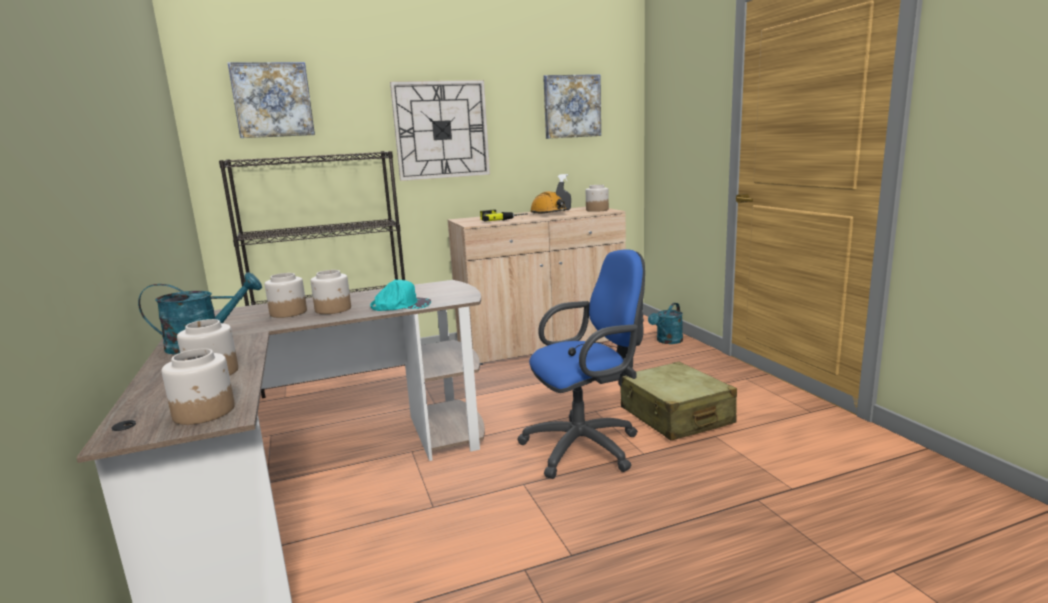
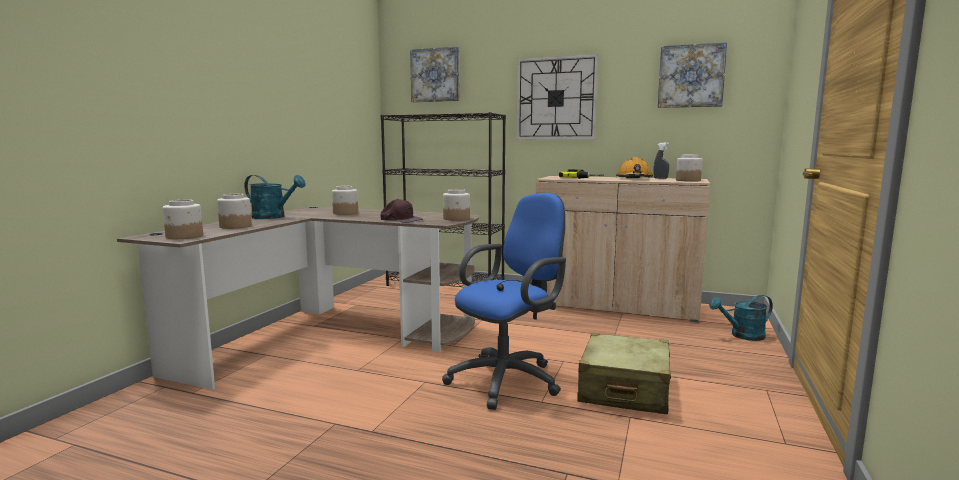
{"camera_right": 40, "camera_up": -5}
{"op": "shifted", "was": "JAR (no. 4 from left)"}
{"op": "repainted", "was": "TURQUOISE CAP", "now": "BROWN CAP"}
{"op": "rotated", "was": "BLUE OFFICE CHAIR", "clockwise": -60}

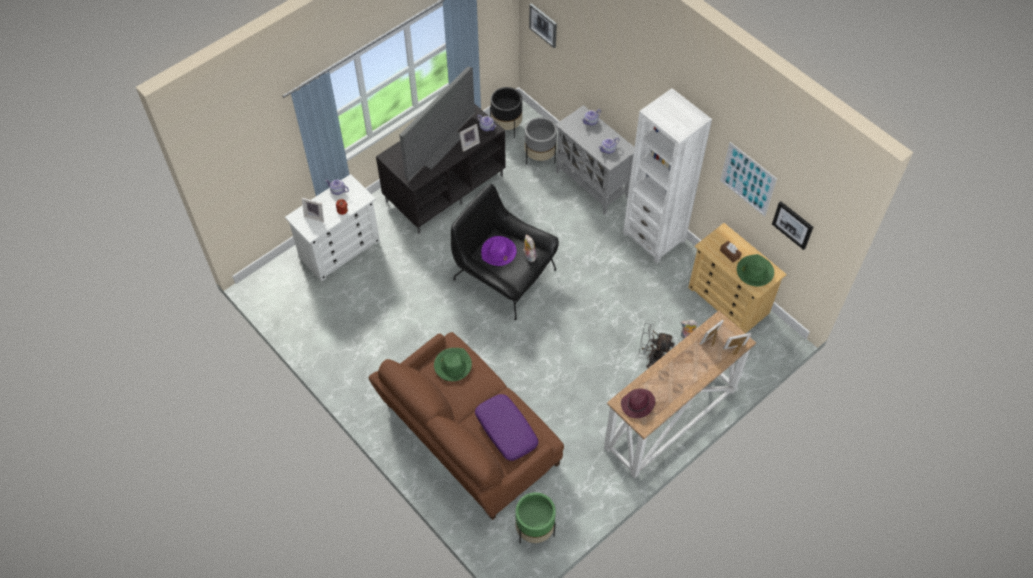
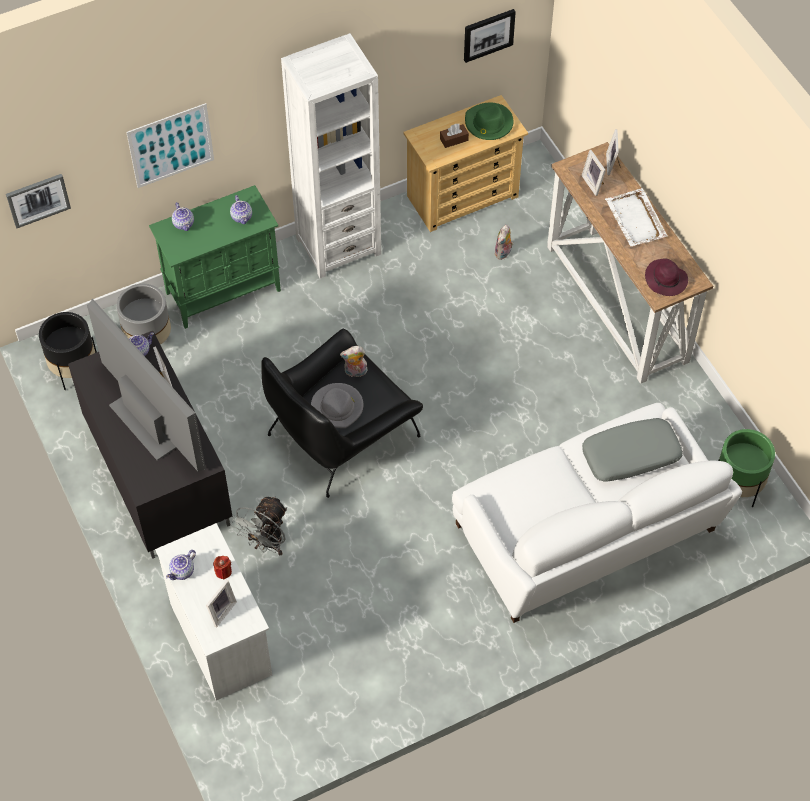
{"camera_right": -75, "camera_up": 0}
{"op": "repainted", "was": "BROWN SOFA", "now": "WHITE SOFA"}
{"op": "gone", "was": "GREEN HAT (no. 1 from left)"}
{"op": "repainted", "was": "PURPLE PILLOW", "now": "GREY PILLOW"}
{"op": "repainted", "was": "PURPLE HAT (no. 1 from left)", "now": "GREY HAT"}
{"op": "repainted", "was": "GREY CABINET", "now": "GREEN CABINET"}
{"op": "shifted", "was": "GREY FAN"}
{"op": "shifted", "was": "PICTURE (no. 2 from left)"}
{"op": "new", "now": "WHITE TRAY"}

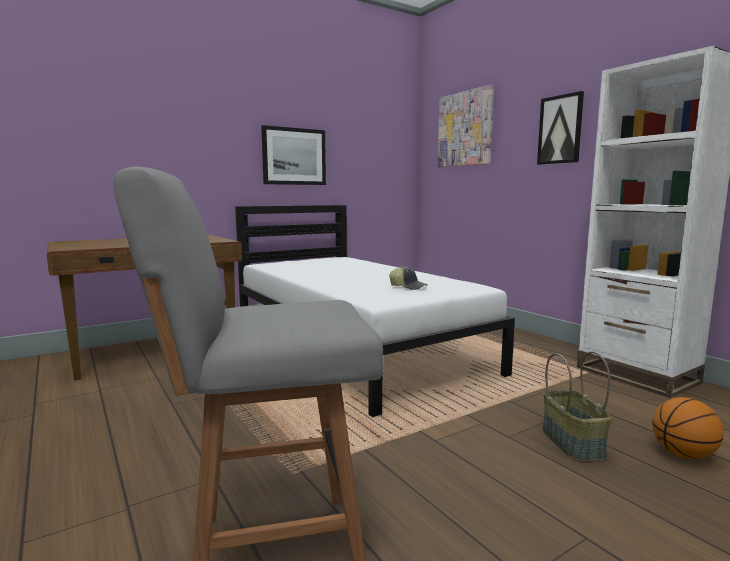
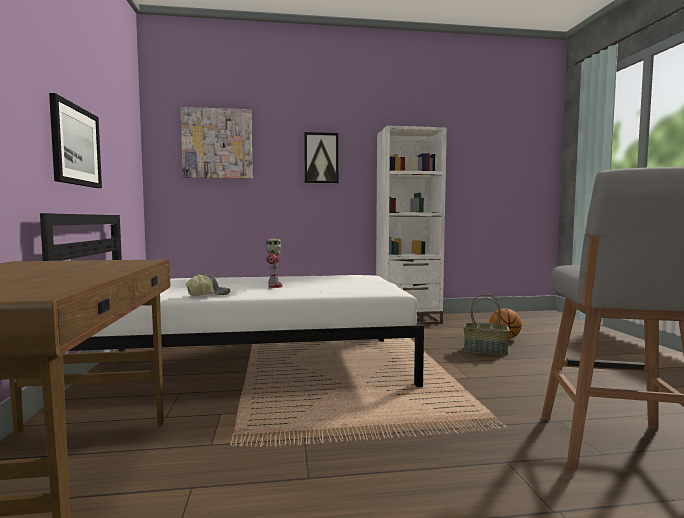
{"camera_right": -65, "camera_up": -5}
{"op": "shifted", "was": "CAP"}
{"op": "new", "now": "TOY ROBOT"}

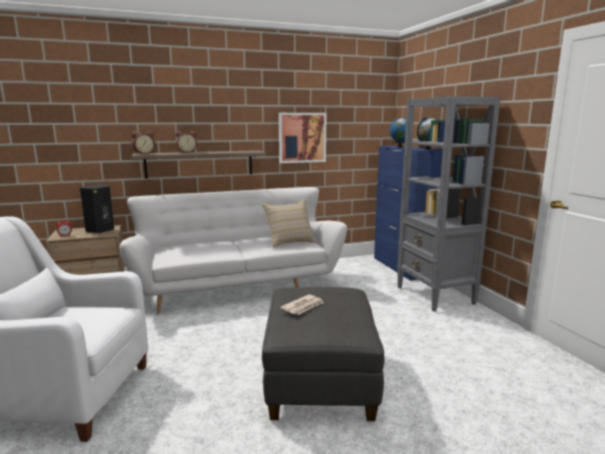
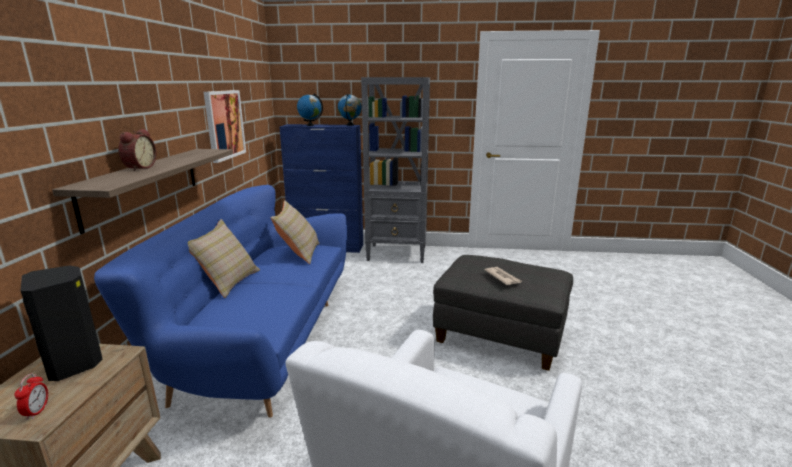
{"camera_right": -65, "camera_up": 5}
{"op": "repainted", "was": "WHITE SOFA", "now": "BLUE SOFA"}
{"op": "gone", "was": "ALARM CLOCK (no. 2 from left)"}
{"op": "new", "now": "BEIGE PILLOW (no. 1 from left)"}

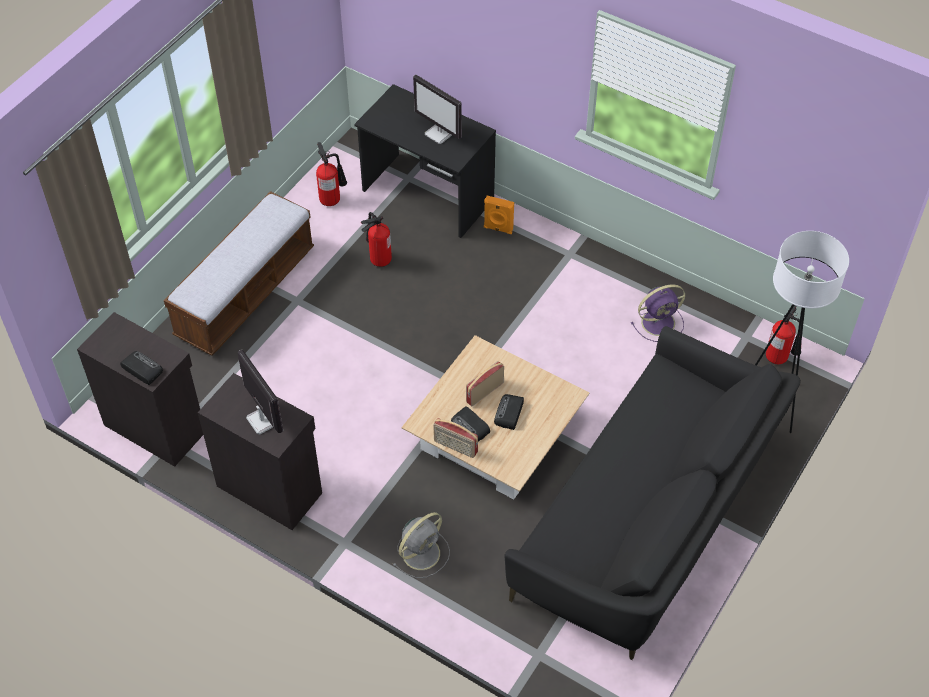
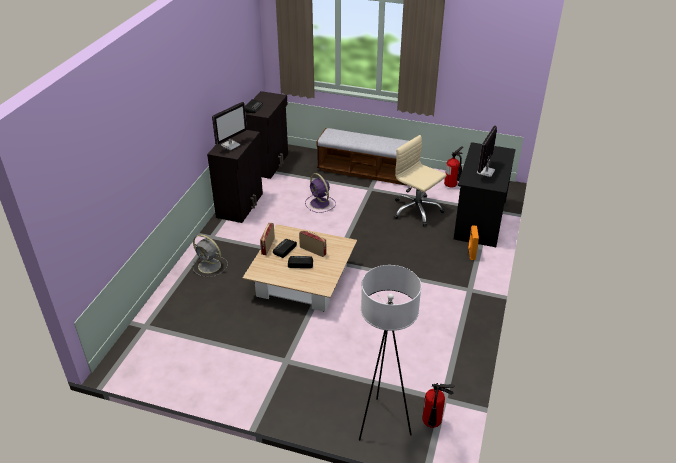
{"camera_right": 75, "camera_up": -15}
{"op": "swapped", "was": "FIRE EXTINGUISHER (no. 2 from left)", "now": "BEIGE OFFICE CHAIR"}
{"op": "gone", "was": "BLACK SOFA"}
{"op": "shifted", "was": "PURPLE FAN"}

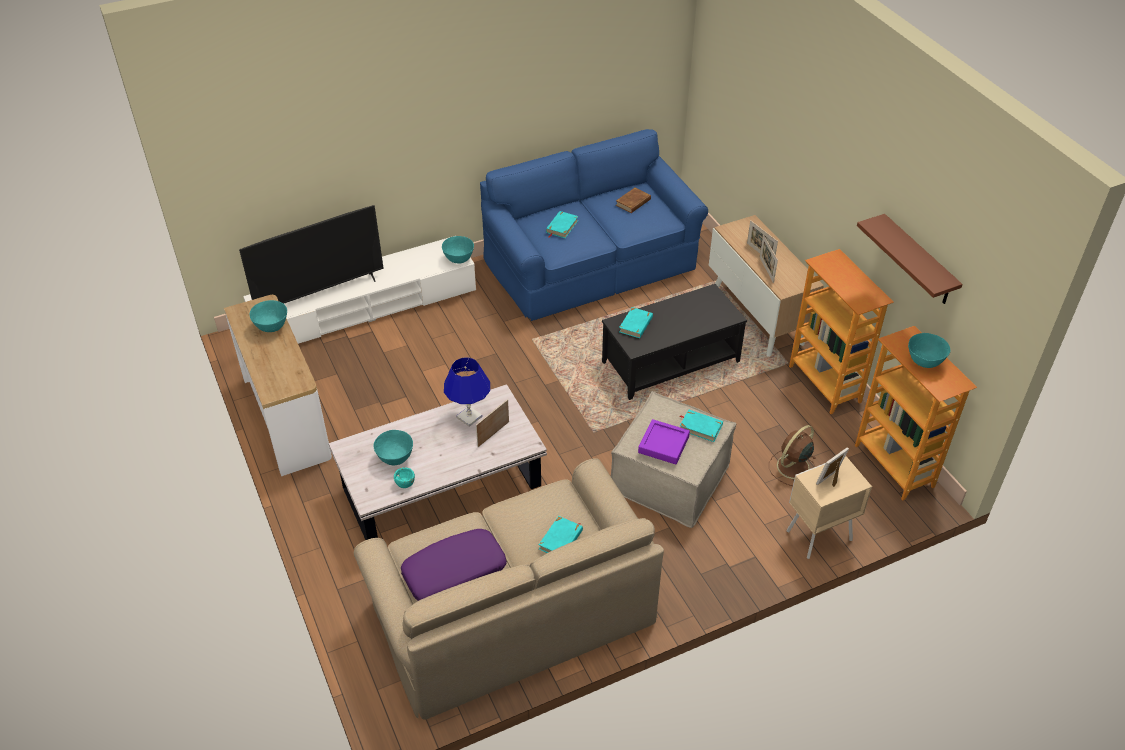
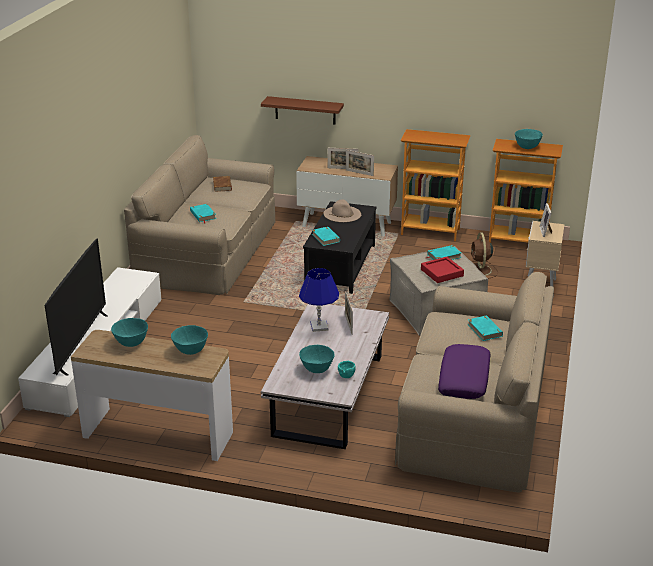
{"camera_right": -50, "camera_up": -15}
{"op": "shifted", "was": "TURQUOISE BOWL (no. 4 from left in the first image)", "now": "TURQUOISE BOWL (no. 2 from left)"}
{"op": "repainted", "was": "BLUE SOFA", "now": "BEIGE SOFA (no. 1 from left)"}
{"op": "repainted", "was": "PURPLE TRAY", "now": "RED TRAY"}
{"op": "shifted", "was": "BROWN SHELF"}
{"op": "new", "now": "BEIGE HAT"}

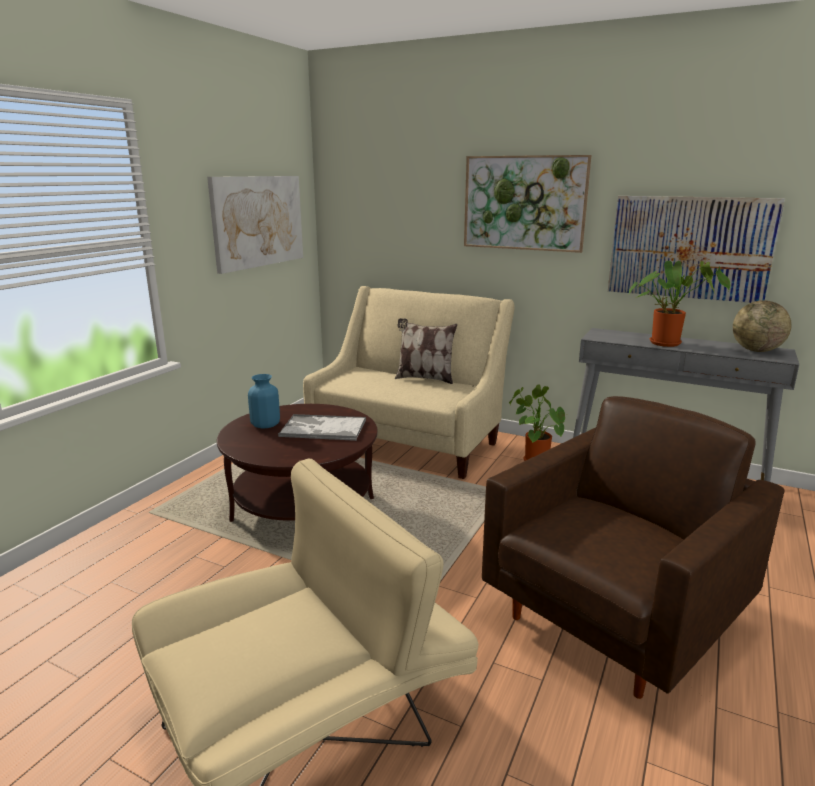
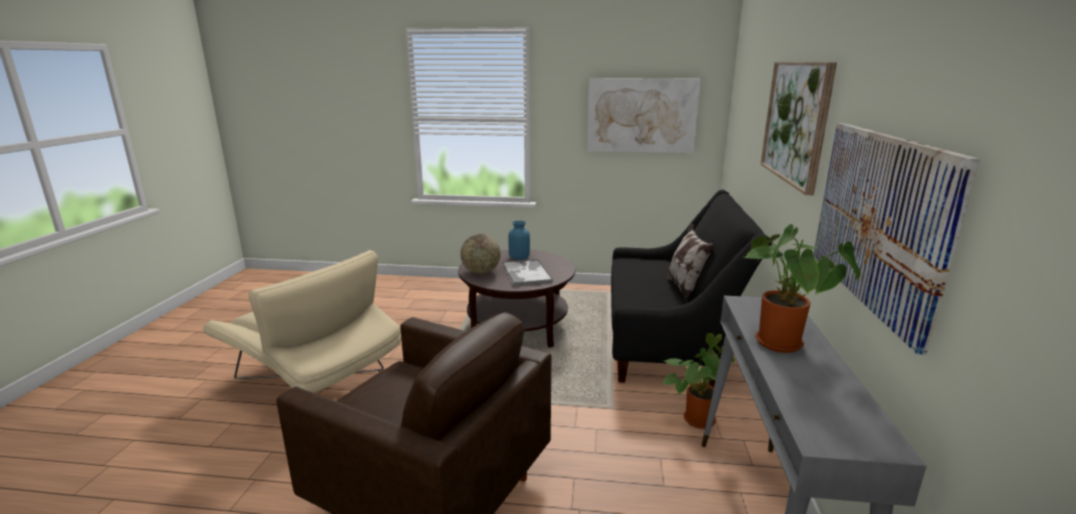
{"camera_right": 70, "camera_up": 0}
{"op": "repainted", "was": "BEIGE SOFA", "now": "BLACK SOFA"}
{"op": "shifted", "was": "GLOBE"}

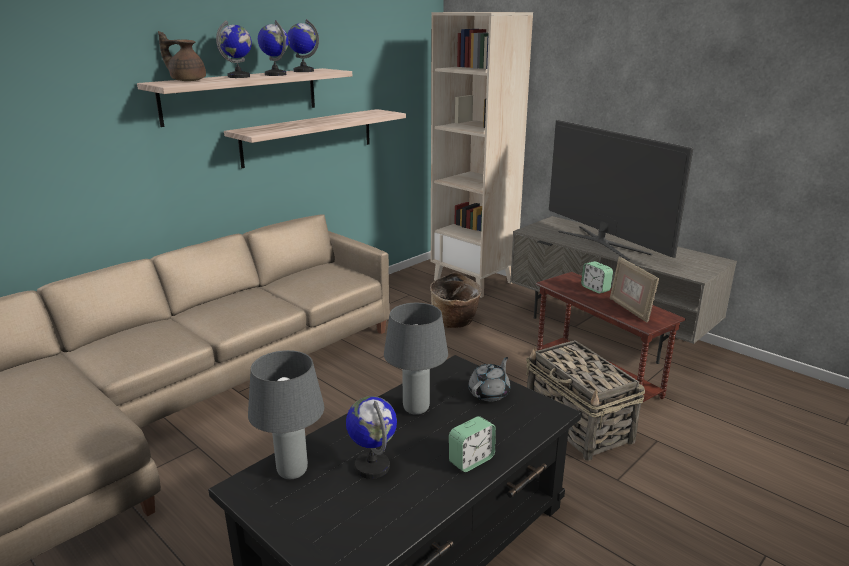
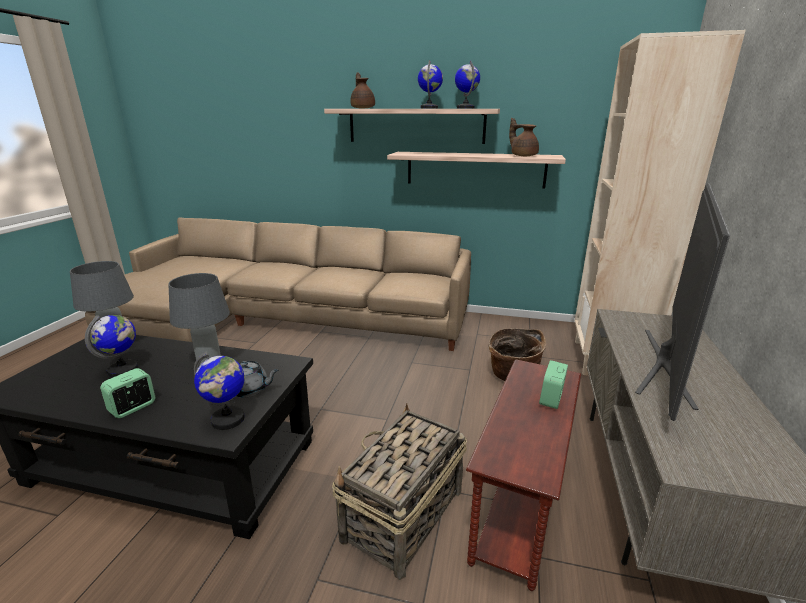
{"camera_right": 60, "camera_up": 0}
{"op": "shifted", "was": "GLOBE (no. 1 from left in the first image)", "now": "GLOBE (no. 2 from left)"}
{"op": "rotated", "was": "ALARM CLOCK (no. 1 from left)", "clockwise": 105}
{"op": "gone", "was": "PICTURE FRAME"}
{"op": "new", "now": "BROWN TEAPOT (no. 2 from left)"}

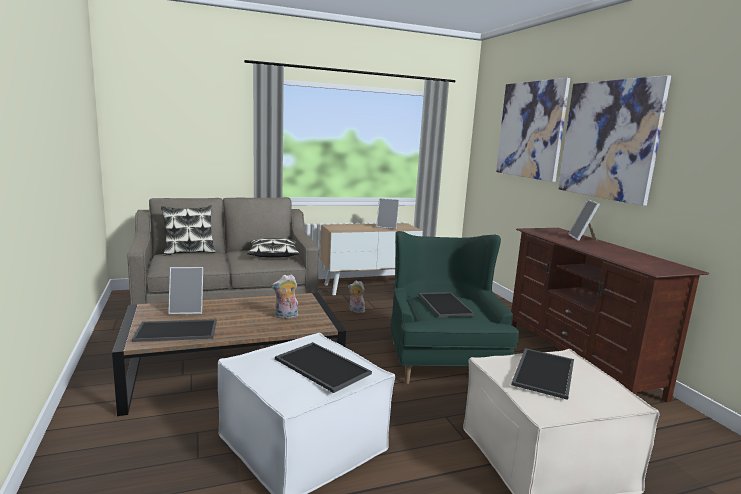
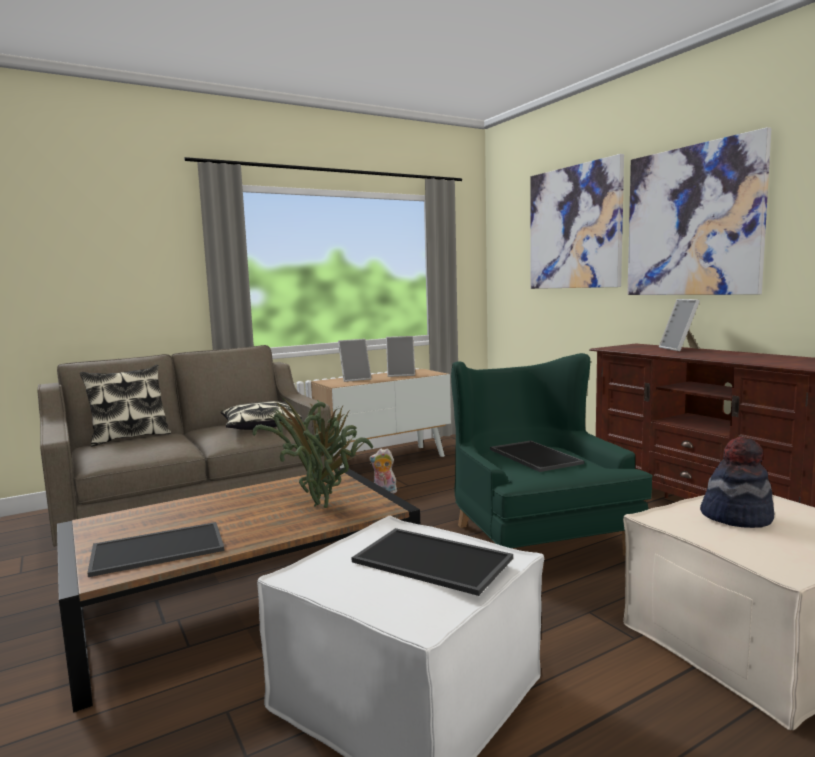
{"camera_right": -10, "camera_up": -5}
{"op": "shifted", "was": "PICTURE FRAME (no. 1 from left)"}
{"op": "swapped", "was": "PLUSH TOY (no. 1 from left)", "now": "POTTED PLANT"}
{"op": "swapped", "was": "TRAY (no. 4 from left)", "now": "HAT"}

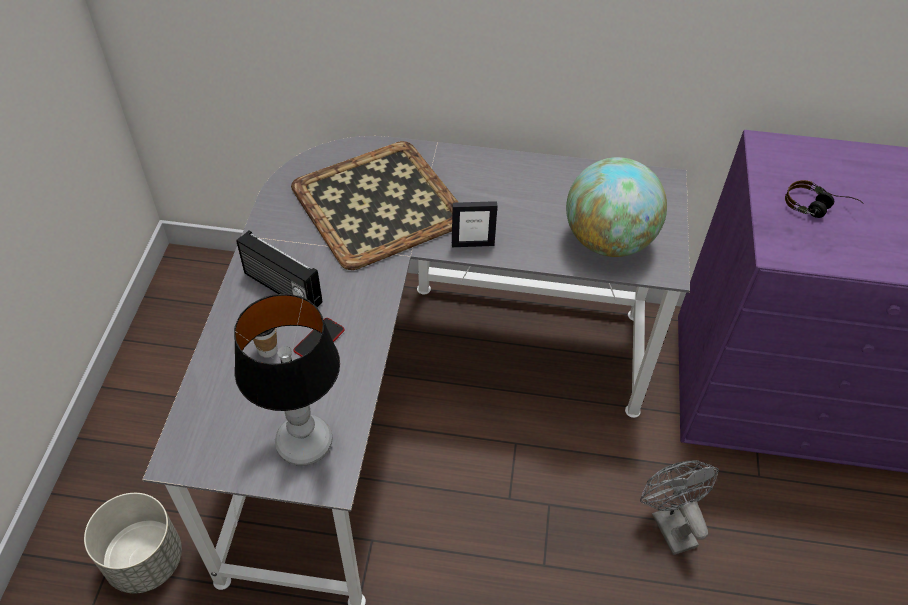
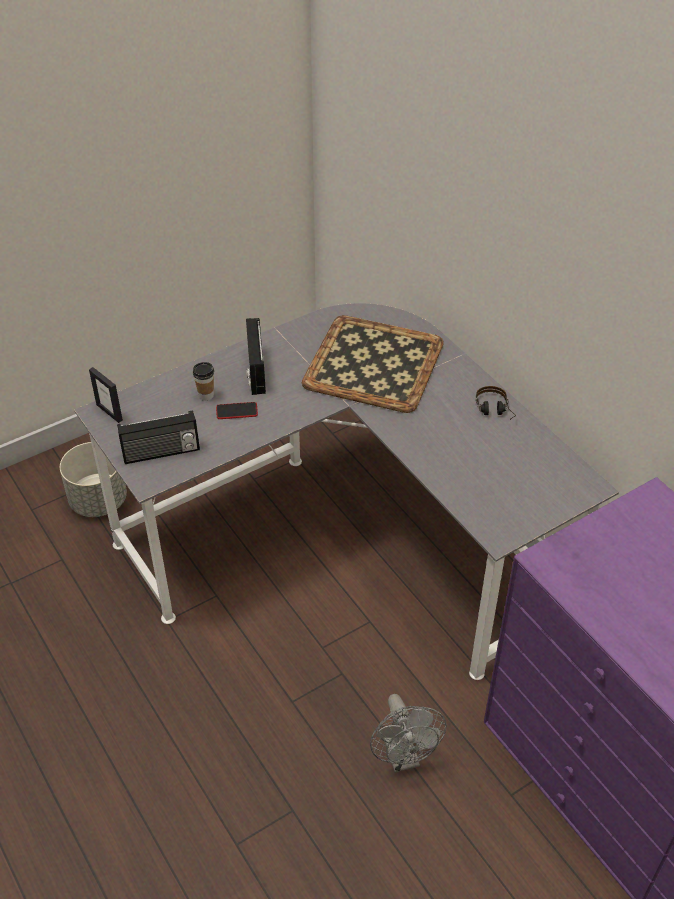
{"camera_right": 50, "camera_up": -5}
{"op": "swapped", "was": "TABLE LAMP", "now": "RADIO (no. 1 from left)"}
{"op": "shifted", "was": "PICTURE FRAME"}
{"op": "gone", "was": "GLOBE"}
{"op": "rotated", "was": "GREY FAN", "clockwise": 135}
{"op": "shifted", "was": "HEADPHONES"}

